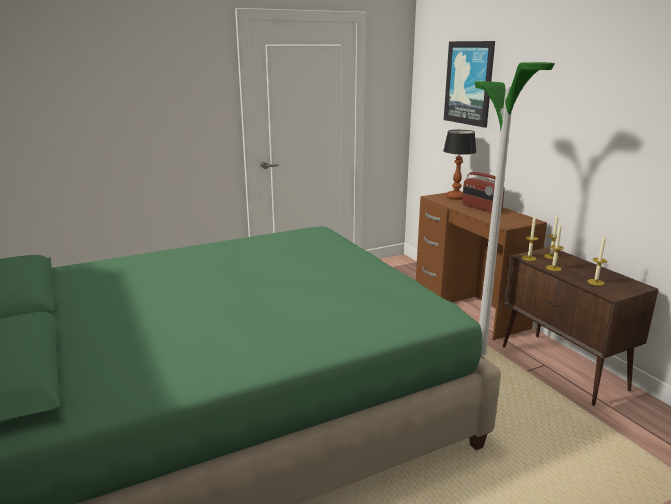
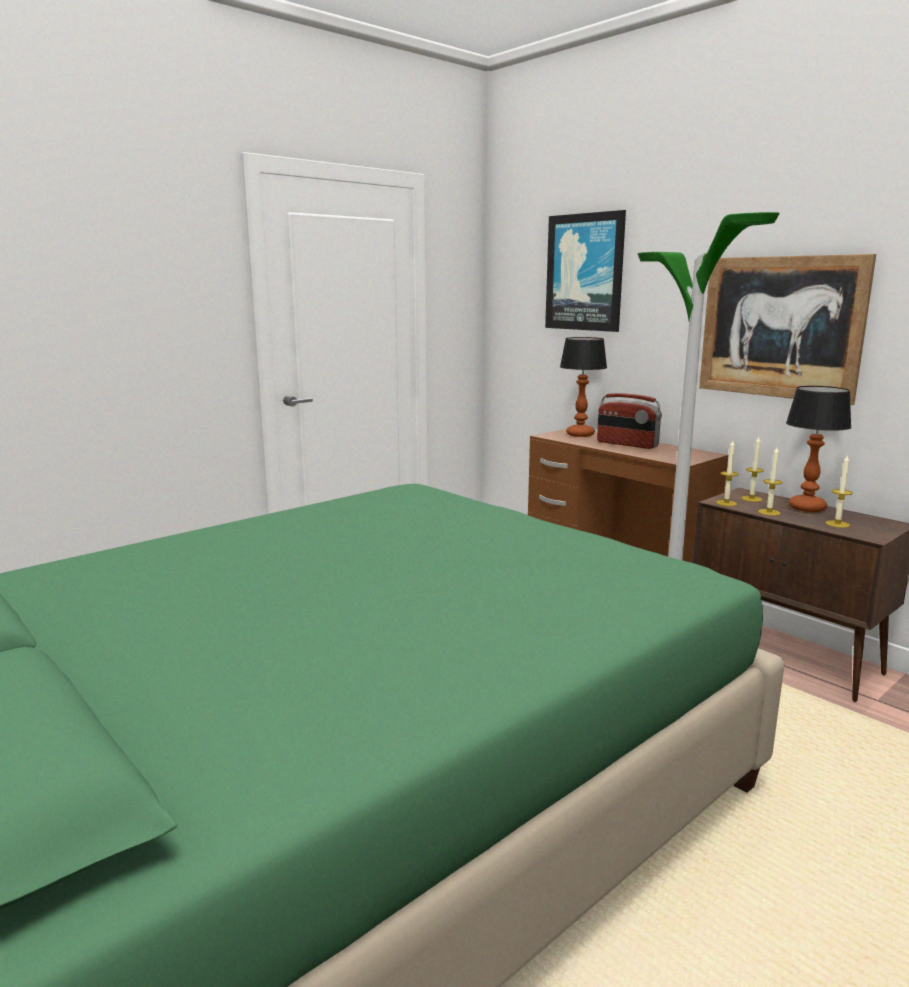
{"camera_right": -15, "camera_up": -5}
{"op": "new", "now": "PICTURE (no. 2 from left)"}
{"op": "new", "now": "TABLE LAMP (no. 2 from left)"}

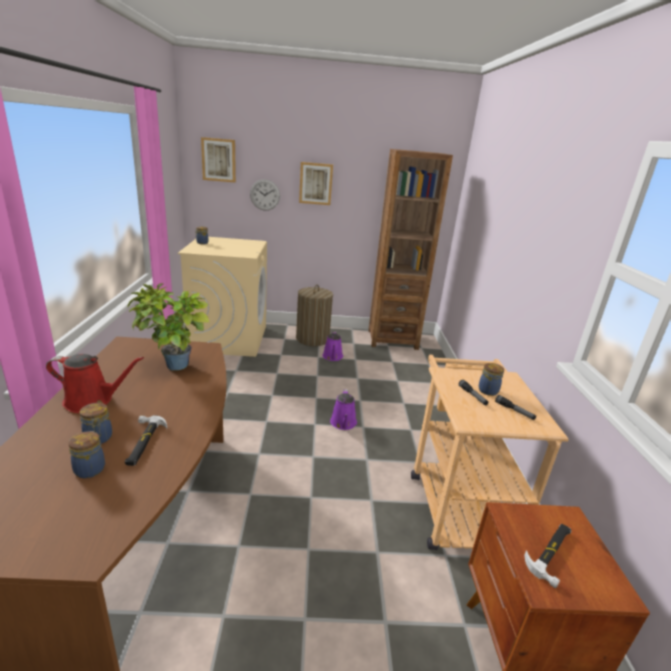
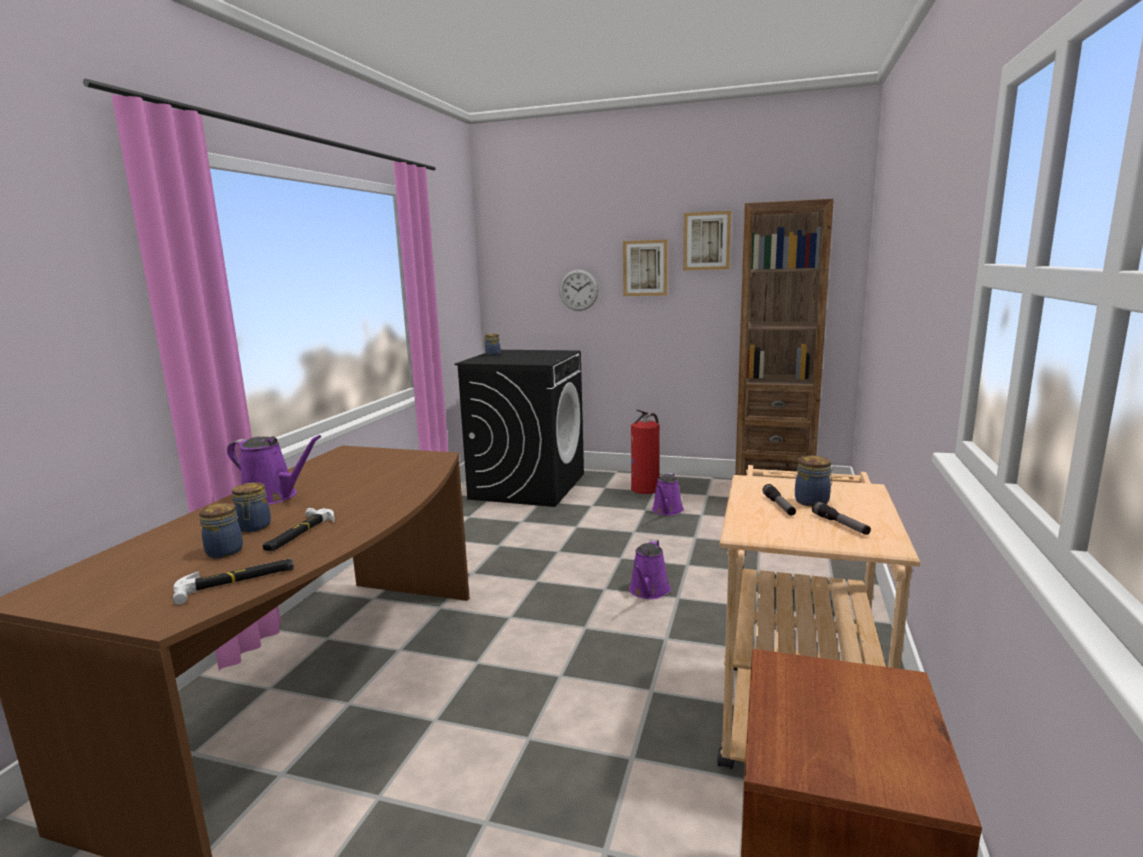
{"camera_right": 20, "camera_up": -10}
{"op": "repainted", "was": "RED WATERING CAN", "now": "PURPLE WATERING CAN (no. 1 from left)"}
{"op": "gone", "was": "POTTED PLANT"}
{"op": "repainted", "was": "BEIGE WASHING MACHINE", "now": "BLACK WASHING MACHINE"}
{"op": "shifted", "was": "PICTURE (no. 1 from left in the first image)", "now": "PICTURE (no. 2 from left)"}
{"op": "swapped", "was": "LAUNDRY BASKET", "now": "FIRE EXTINGUISHER"}
{"op": "shifted", "was": "HAMMER (no. 2 from left in the first image)", "now": "HAMMER (no. 1 from left)"}

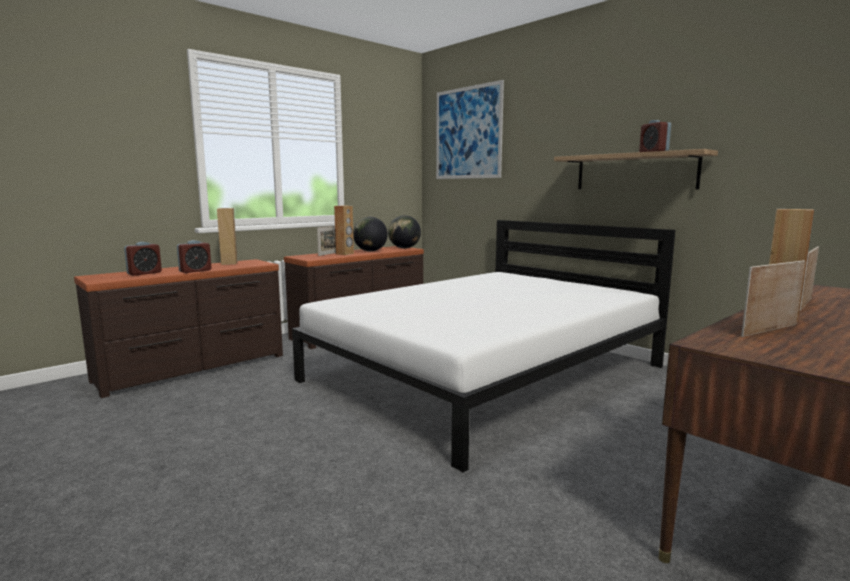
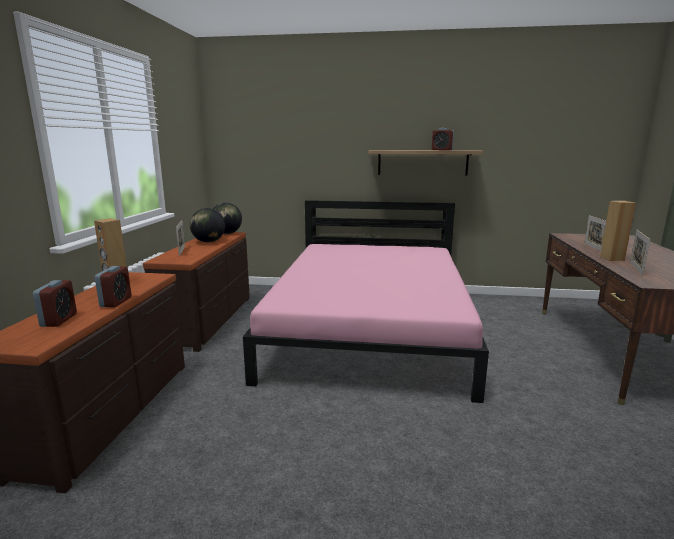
{"camera_right": -40, "camera_up": 5}
{"op": "repainted", "was": "WHITE BED", "now": "PINK BED"}
{"op": "gone", "was": "BROWN SPEAKER (no. 2 from left)"}
{"op": "gone", "was": "PICTURE"}

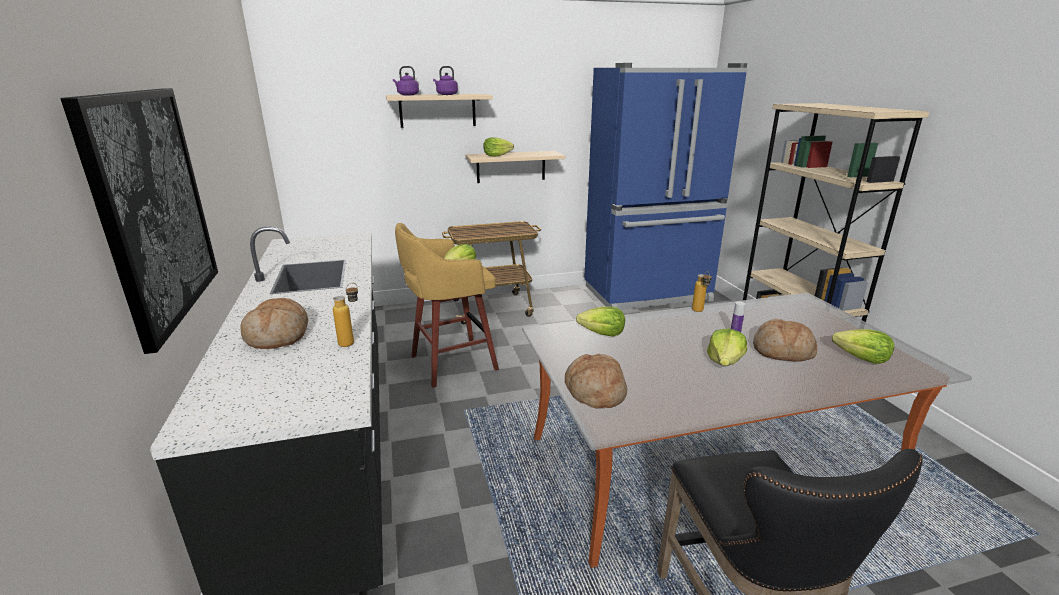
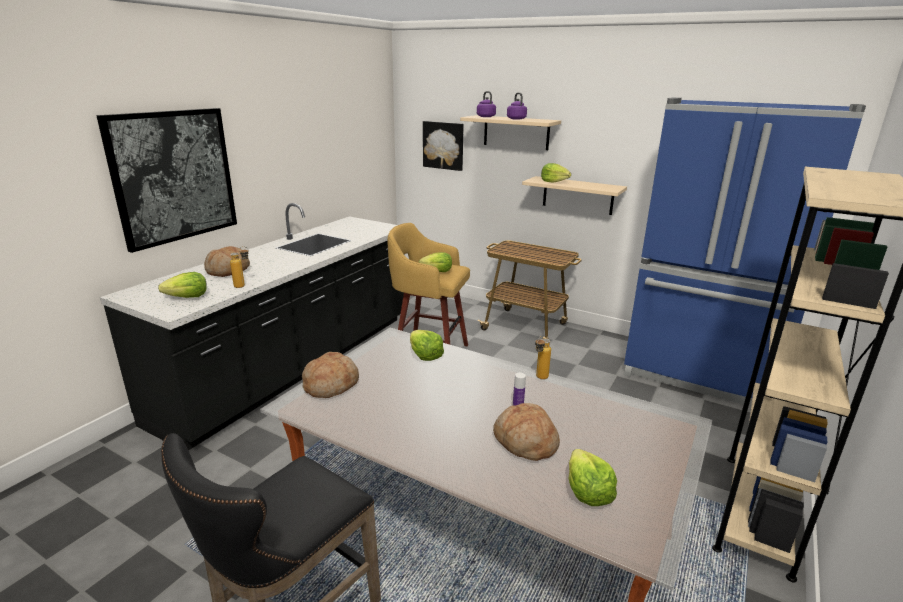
{"camera_right": 45, "camera_up": 0}
{"op": "shifted", "was": "LETTUCE (no. 4 from left in the first image)", "now": "LETTUCE (no. 1 from left)"}
{"op": "new", "now": "PICTURE (no. 2 from left)"}

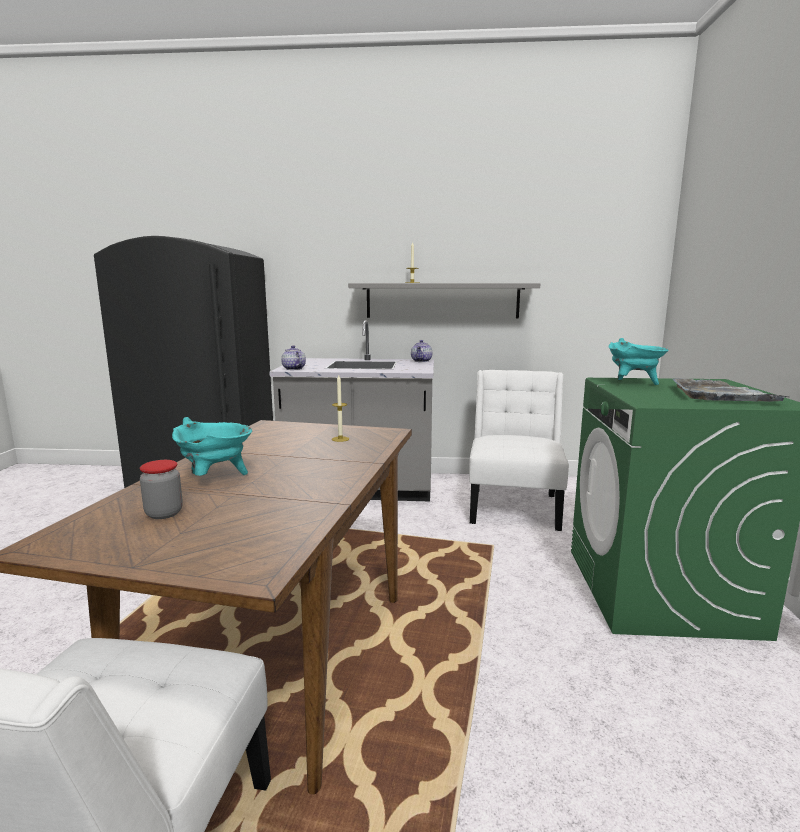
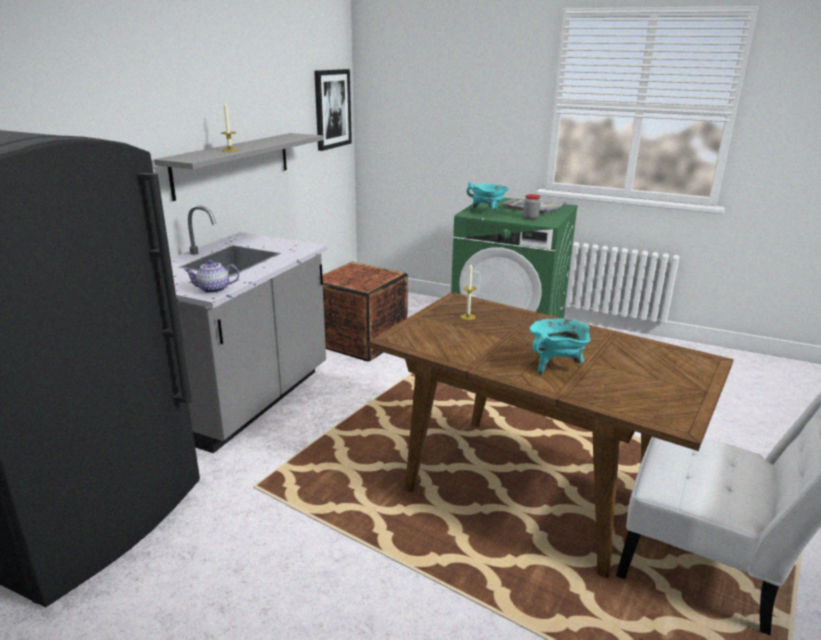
{"camera_right": -70, "camera_up": 10}
{"op": "shifted", "was": "JAR"}
{"op": "gone", "was": "TEAPOT (no. 2 from left)"}
{"op": "swapped", "was": "WHITE CHAIR (no. 2 from left)", "now": "CRATE"}
{"op": "new", "now": "PICTURE"}

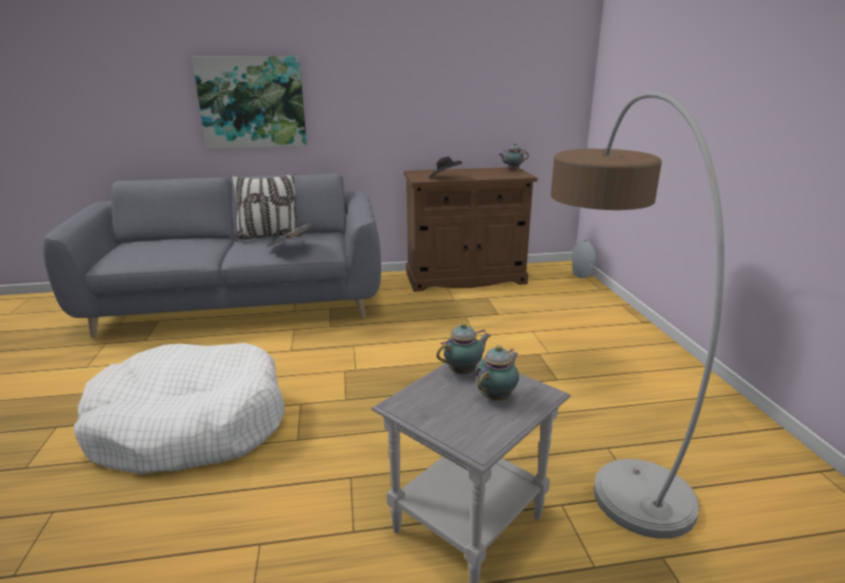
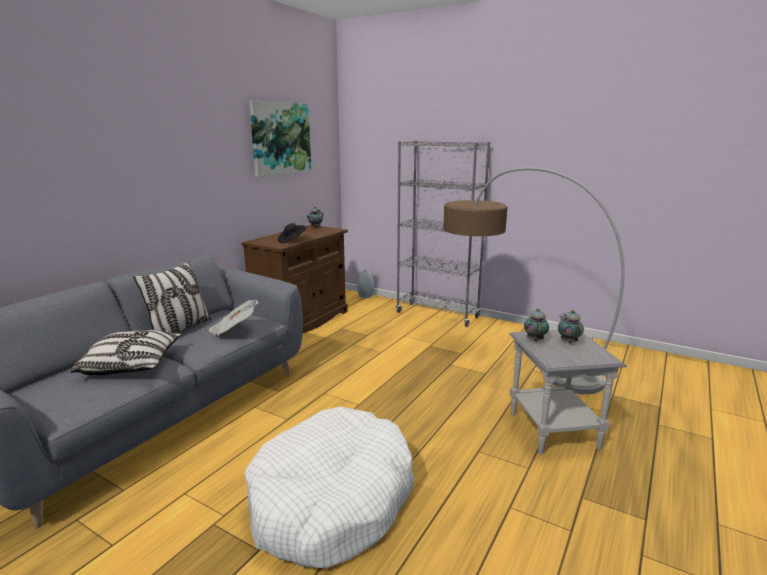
{"camera_right": -50, "camera_up": -5}
{"op": "shifted", "was": "PICTURE"}
{"op": "new", "now": "PILLOW (no. 1 from left)"}
{"op": "new", "now": "GREY BOOKCASE"}

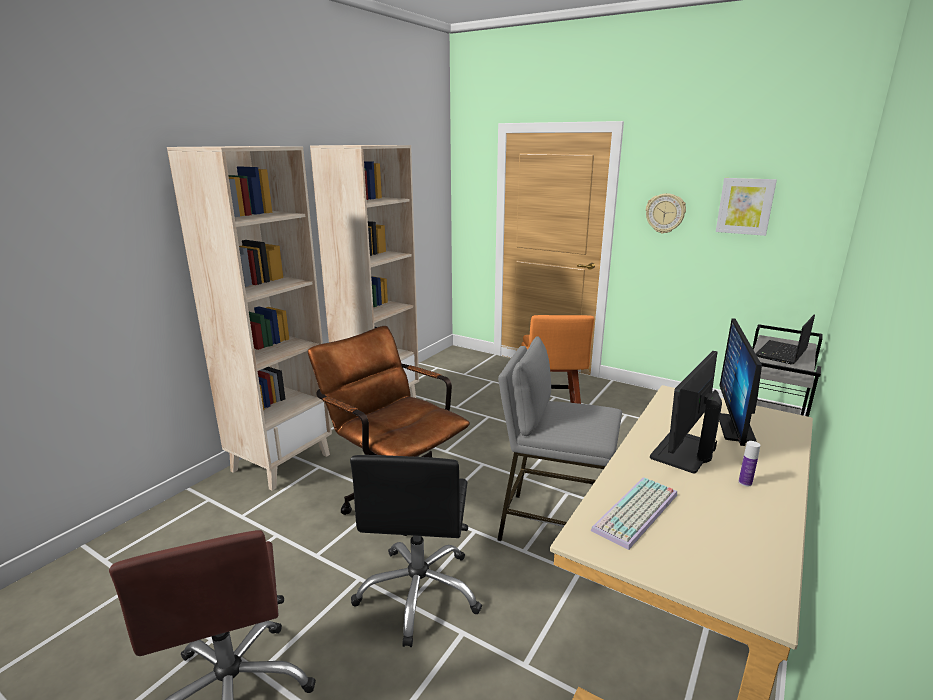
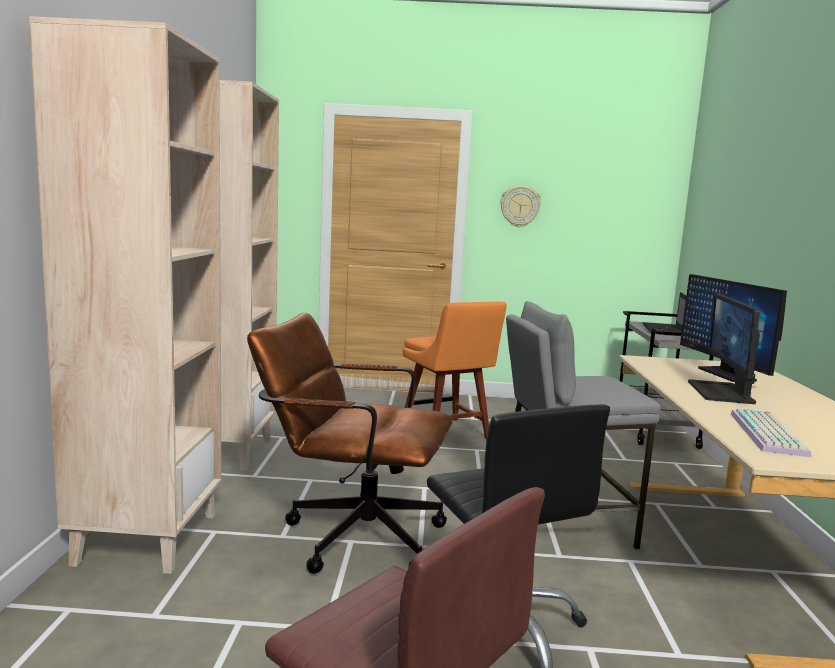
{"camera_right": -30, "camera_up": -10}
{"op": "gone", "was": "PICTURE"}
{"op": "gone", "was": "BOTTLE"}

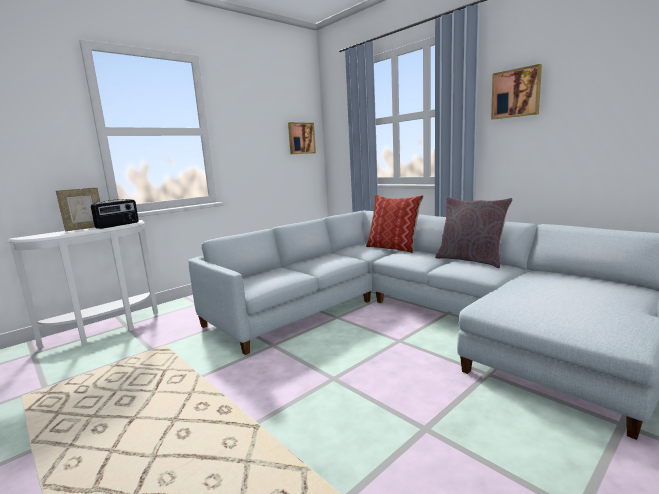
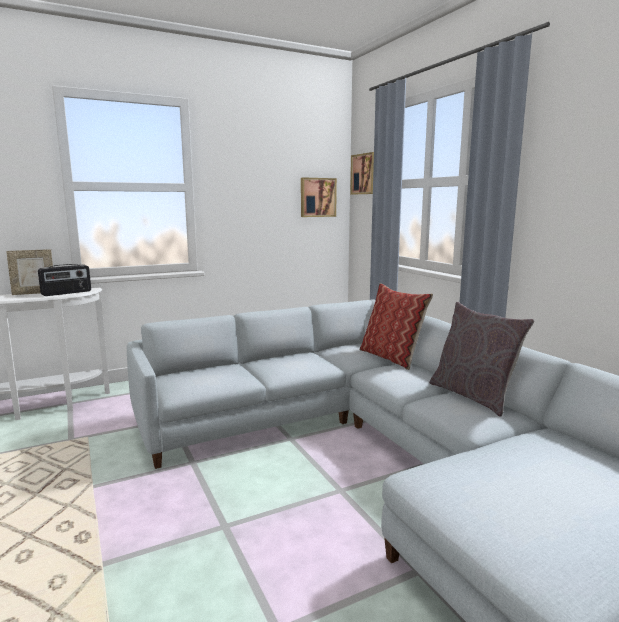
{"camera_right": 15, "camera_up": 0}
{"op": "shifted", "was": "PICTURE (no. 2 from left)"}

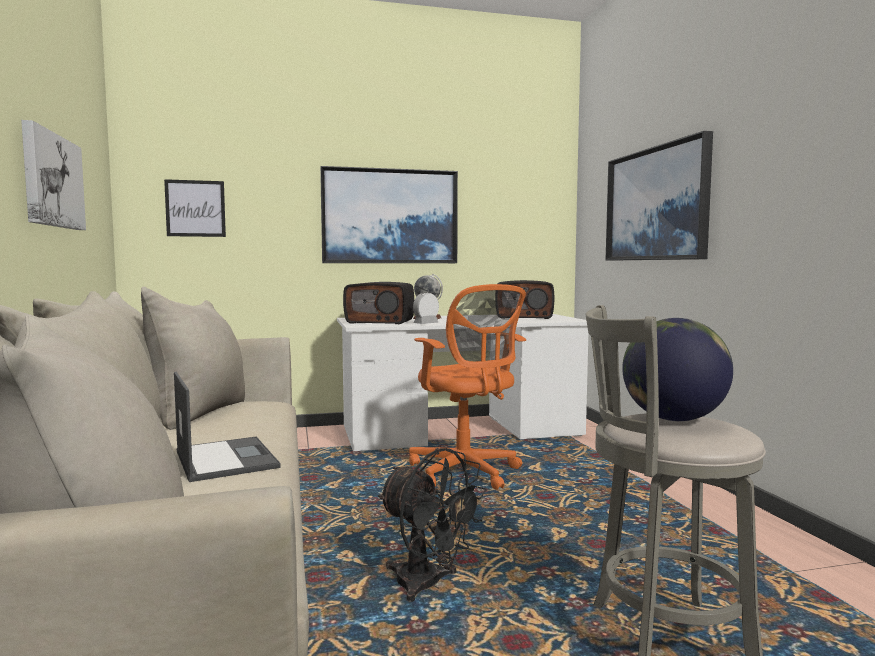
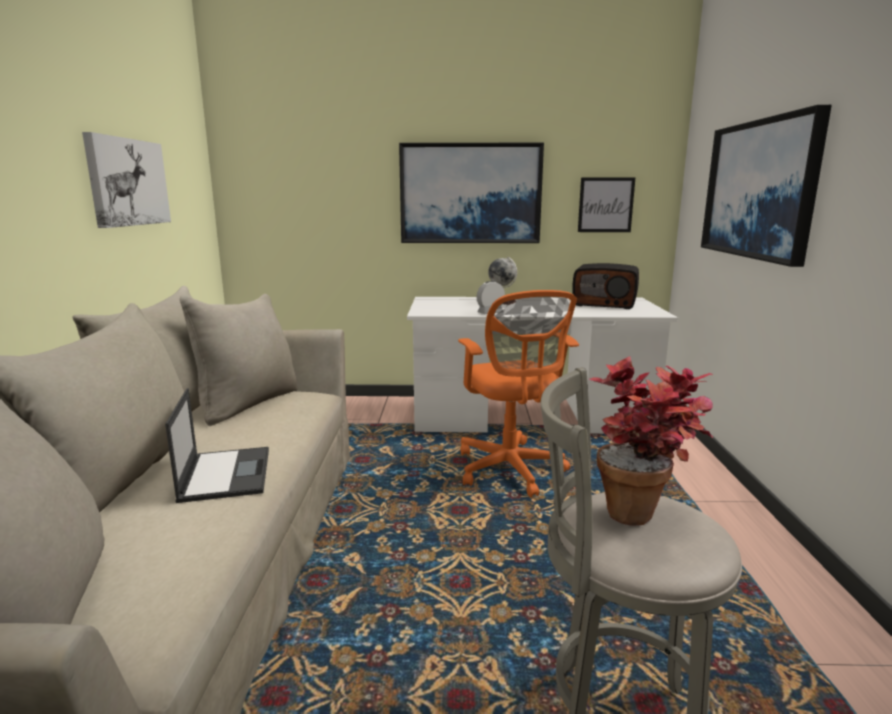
{"camera_right": 15, "camera_up": 10}
{"op": "shifted", "was": "PICTURE (no. 2 from left in the first image)", "now": "PICTURE (no. 3 from left)"}
{"op": "gone", "was": "RADIO (no. 1 from left)"}
{"op": "gone", "was": "BLACK FAN"}
{"op": "swapped", "was": "GLOBE (no. 2 from left)", "now": "POTTED PLANT"}

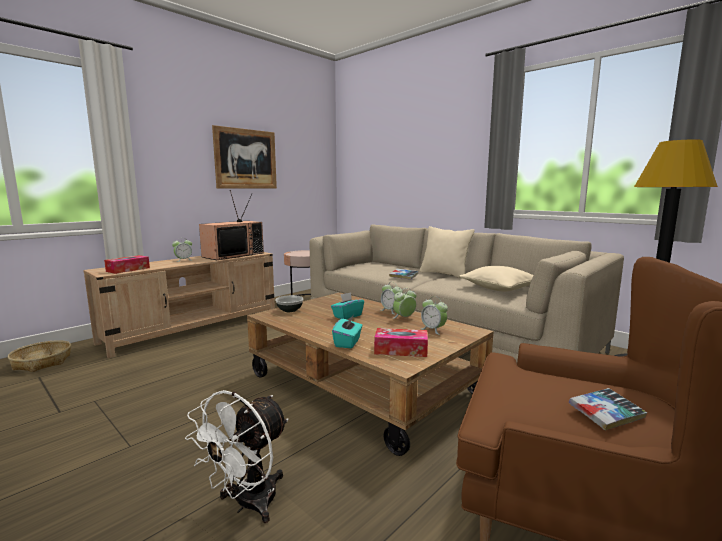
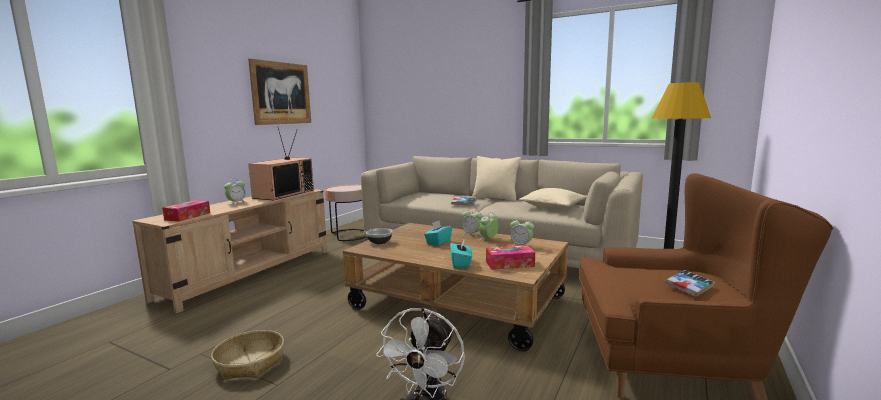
{"camera_right": -15, "camera_up": 0}
{"op": "shifted", "was": "BASKET"}

